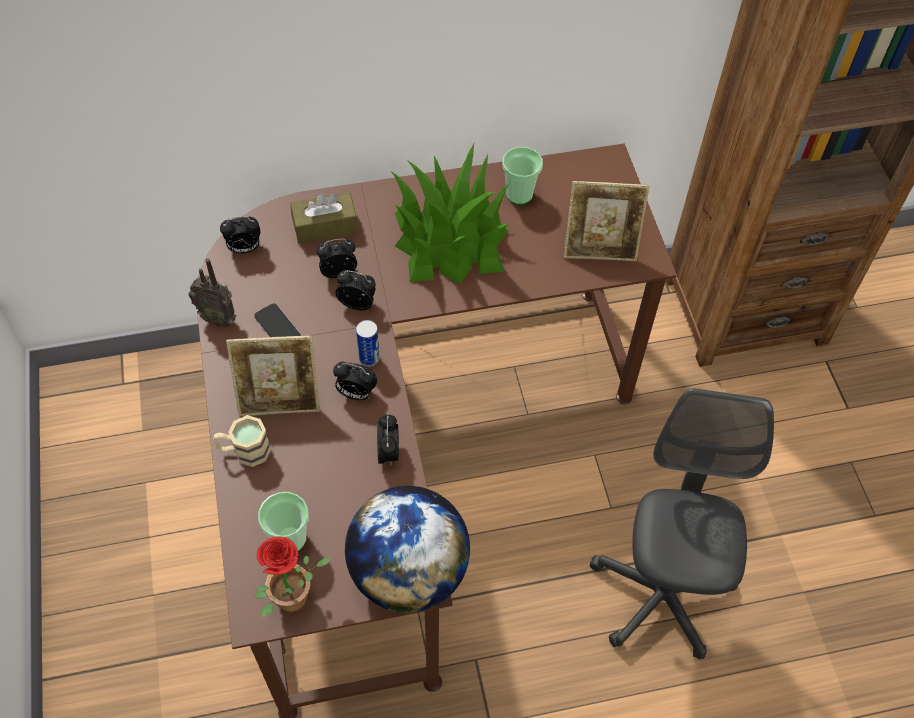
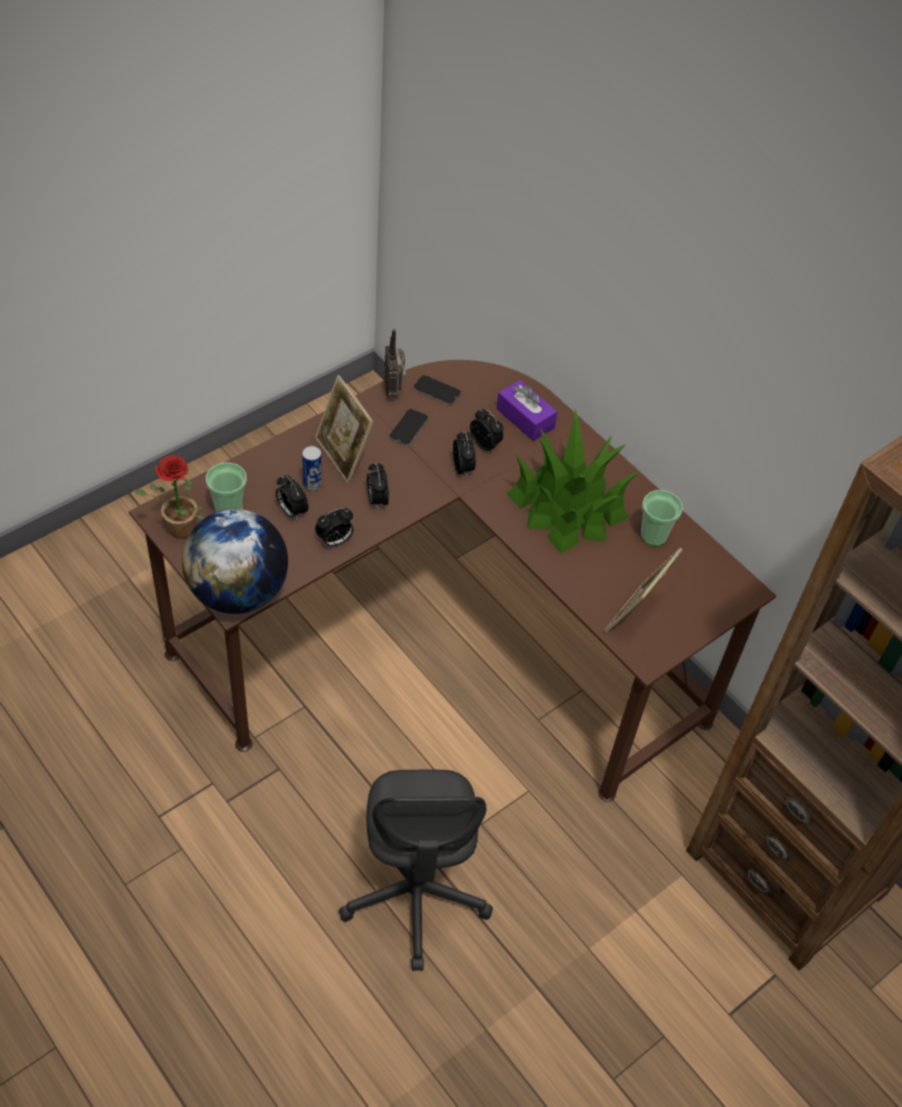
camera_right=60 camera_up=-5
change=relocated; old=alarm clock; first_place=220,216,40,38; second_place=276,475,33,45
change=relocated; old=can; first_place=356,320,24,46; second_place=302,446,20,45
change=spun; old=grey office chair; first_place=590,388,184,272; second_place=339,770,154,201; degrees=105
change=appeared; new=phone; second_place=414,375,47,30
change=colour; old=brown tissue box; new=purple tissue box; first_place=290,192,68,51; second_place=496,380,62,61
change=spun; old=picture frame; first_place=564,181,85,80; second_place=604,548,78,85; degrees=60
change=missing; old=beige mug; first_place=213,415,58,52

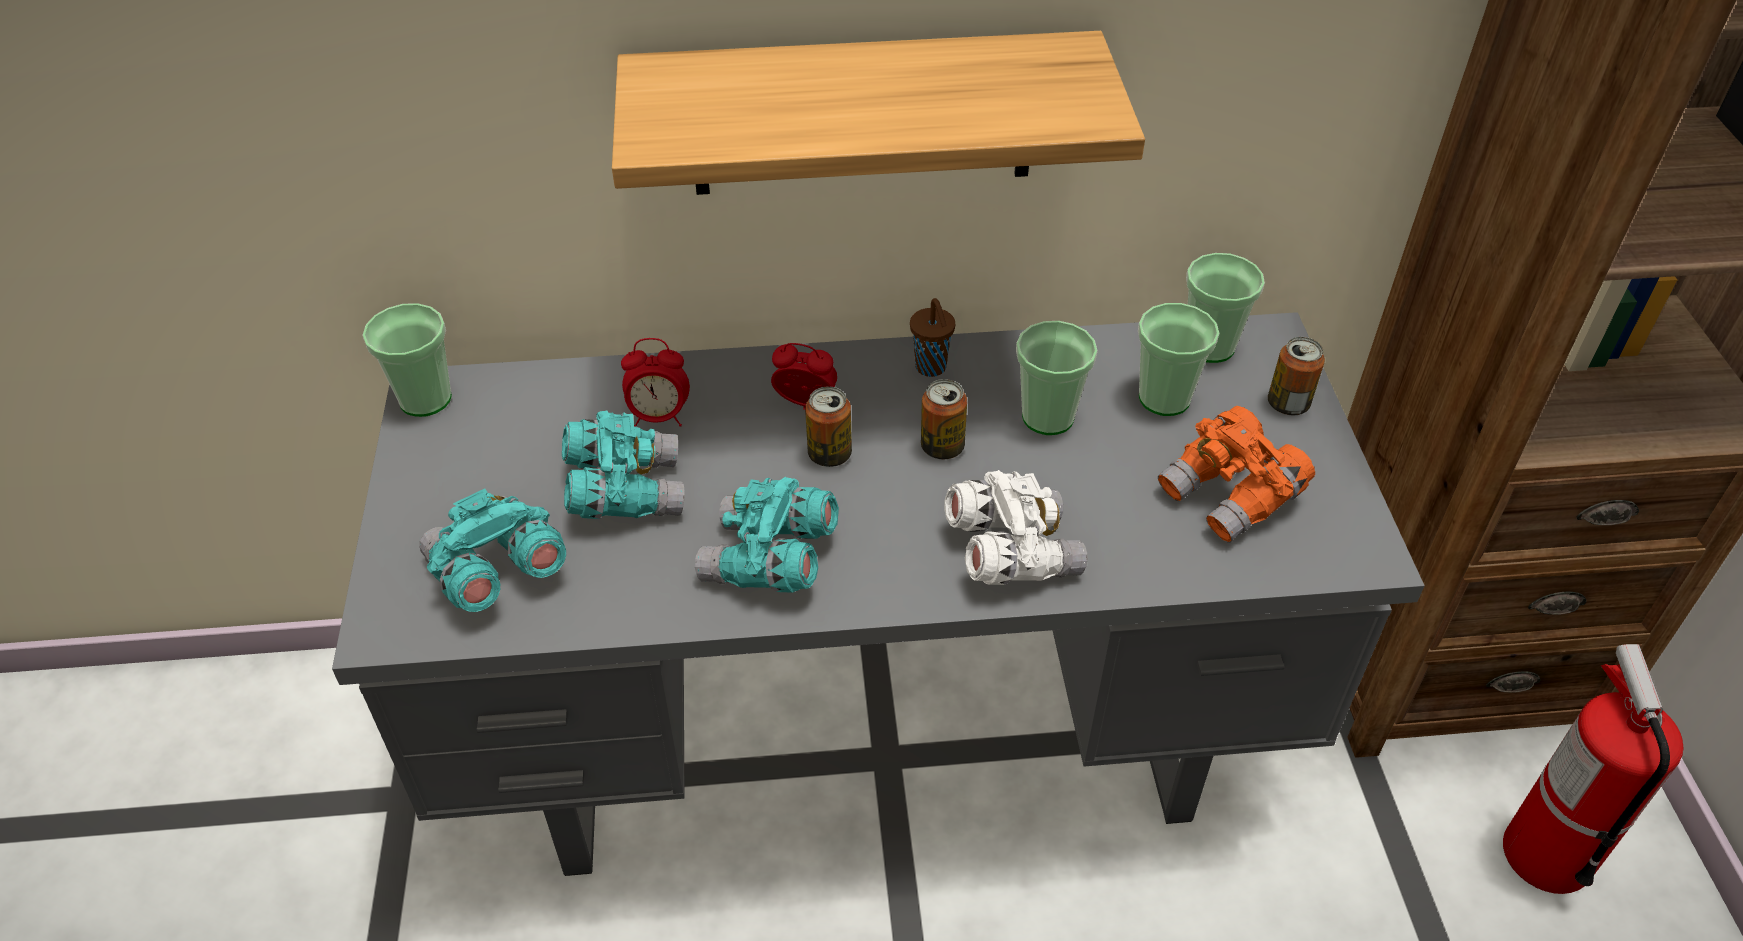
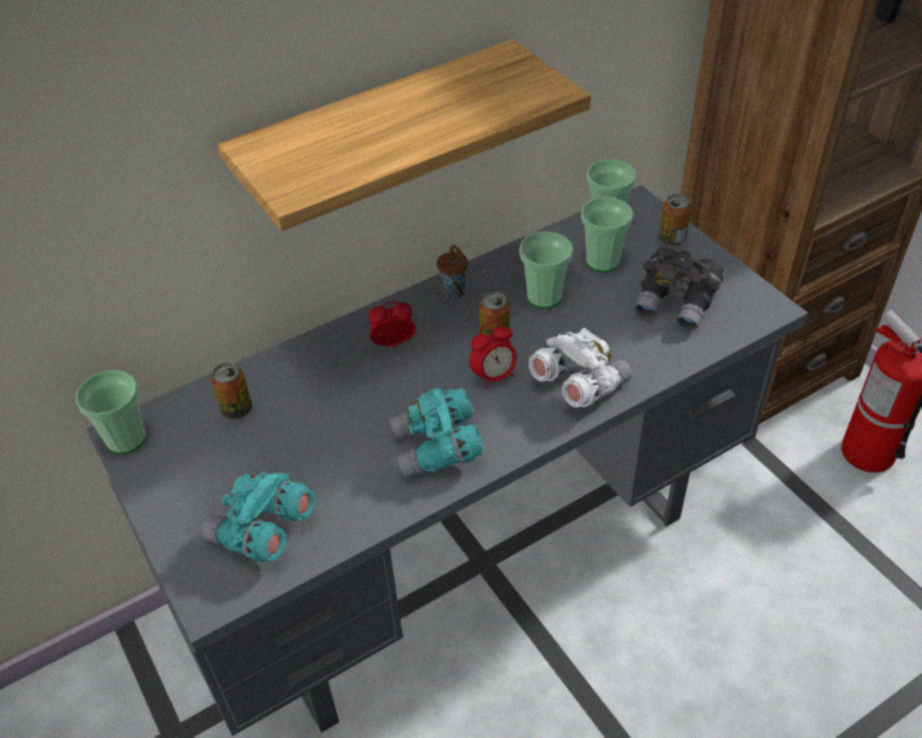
camera_right=-25 camera_up=0
change=relocated; old=can; first_place=805,386,47,81; second_place=211,363,41,56
change=relocated; old=alarm clock; first_place=621,338,69,89; second_place=469,321,48,68
change=colour; old=orange binoculars; new=grey binoculars; first_place=1158,406,157,137; second_place=635,247,89,83
change=missing; old=turquoise binoculars; first_place=562,410,123,109

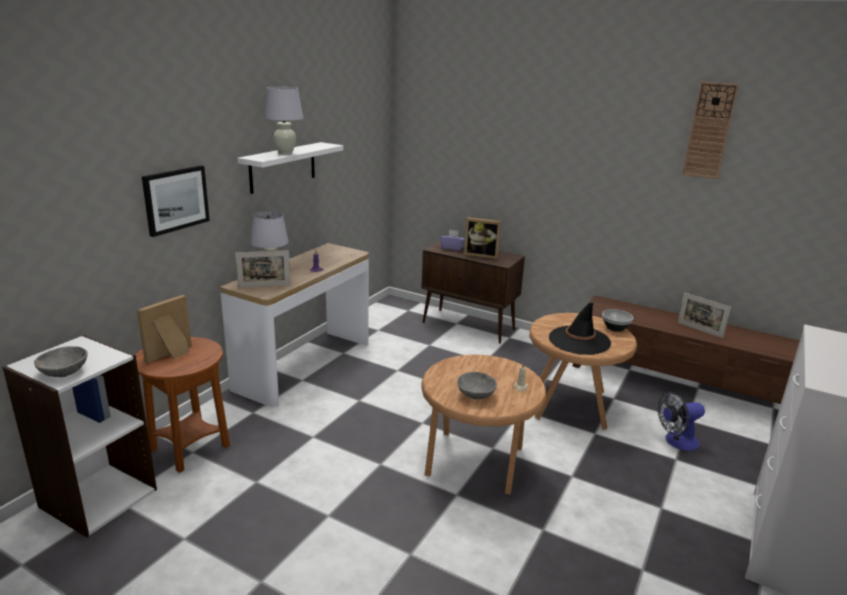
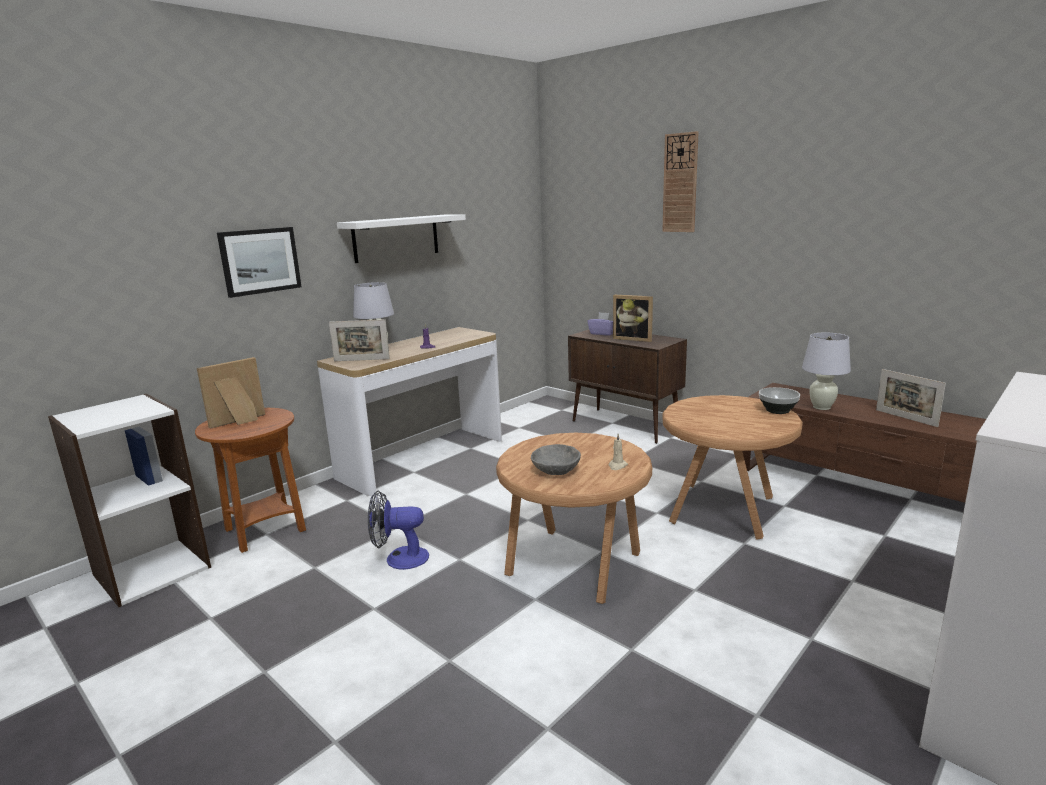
camera_right=15 camera_up=-5
change=relocated; old=fan; first_place=658,391,47,60; second_place=368,491,61,79
change=relocated; old=wall clock; first_place=682,82,57,97; second_place=662,131,37,101
change=relocated; old=white table lamp; first_place=264,87,39,68; second_place=802,333,49,77
change=missing; old=grey bowl; first_place=34,346,54,31
change=missing; old=black hat; first_place=549,303,62,52

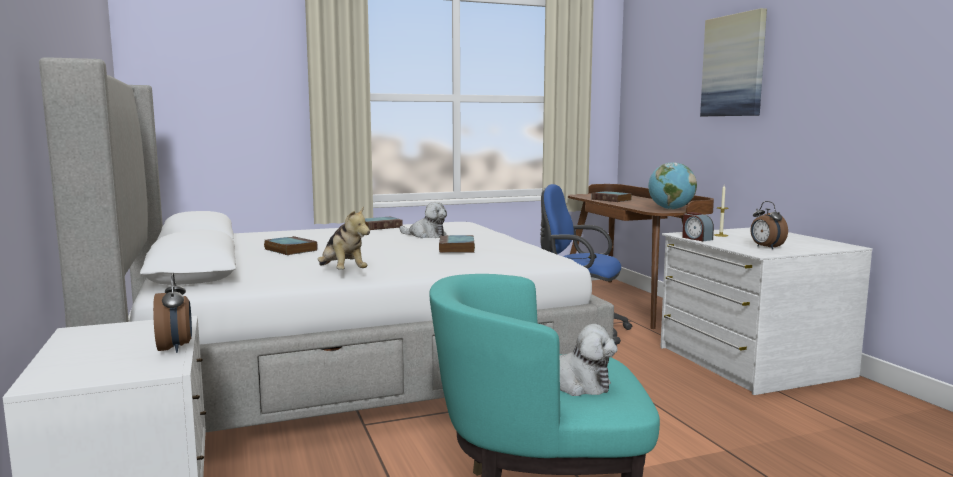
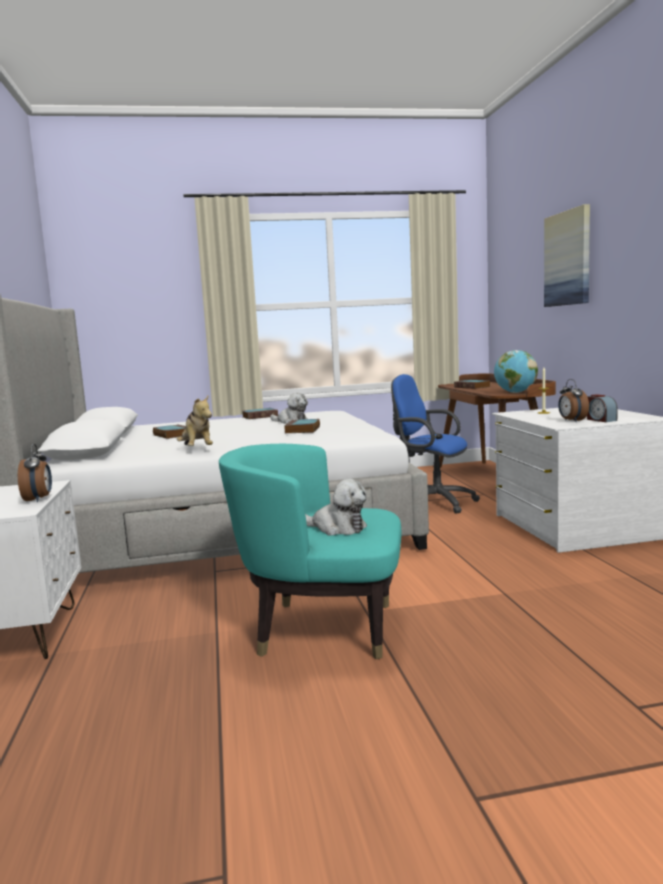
camera_right=10 camera_up=0
change=relocated; old=alarm clock; first_place=682,212,32,29; second_place=587,394,31,28

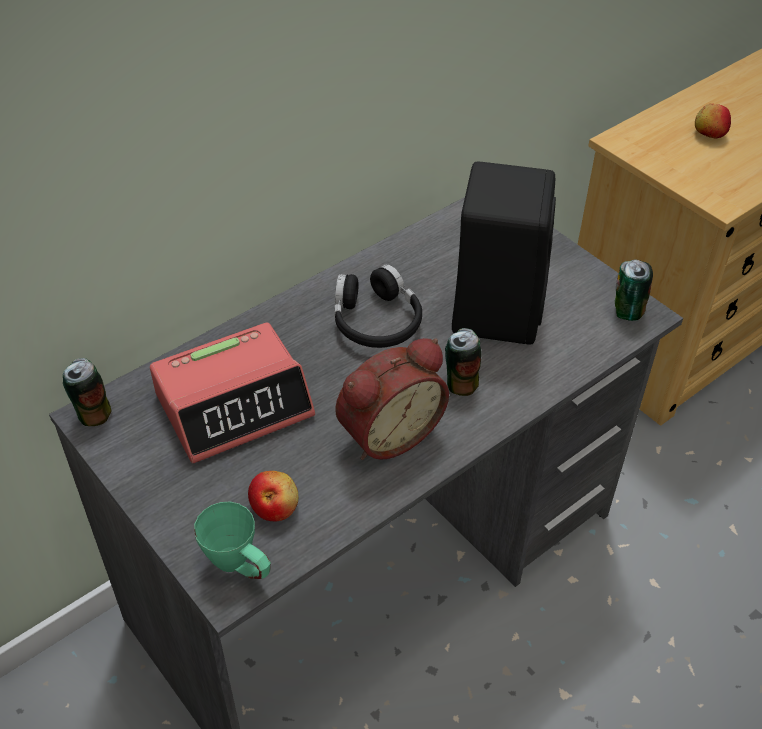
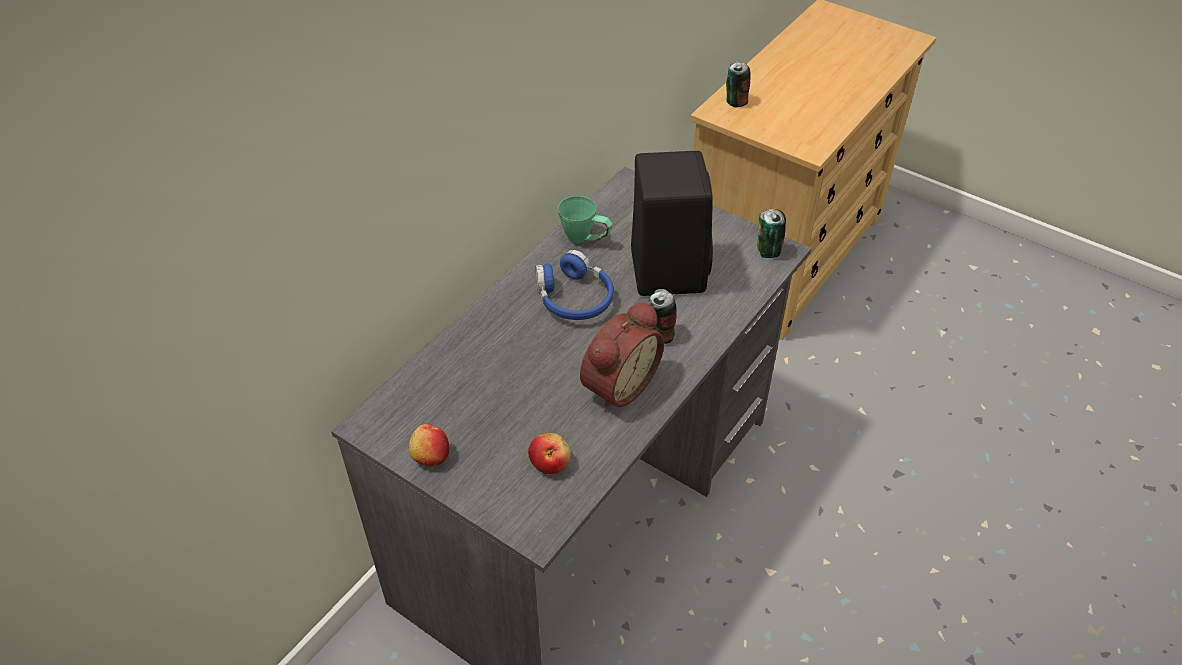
camera_right=-15 camera_up=0
change=relocated; old=apple; first_place=695,103,36,35; second_place=409,424,41,42
change=colour; old=black headphones; new=blue headphones; first_place=334,264,88,84; second_place=536,250,78,70
change=relocated; old=green mug; first_place=194,502,77,77; second_place=558,196,54,48
change=relocated; old=can; first_place=63,358,48,68; second_place=726,61,24,46
change=missing; old=alarm clock; first_place=150,322,165,142

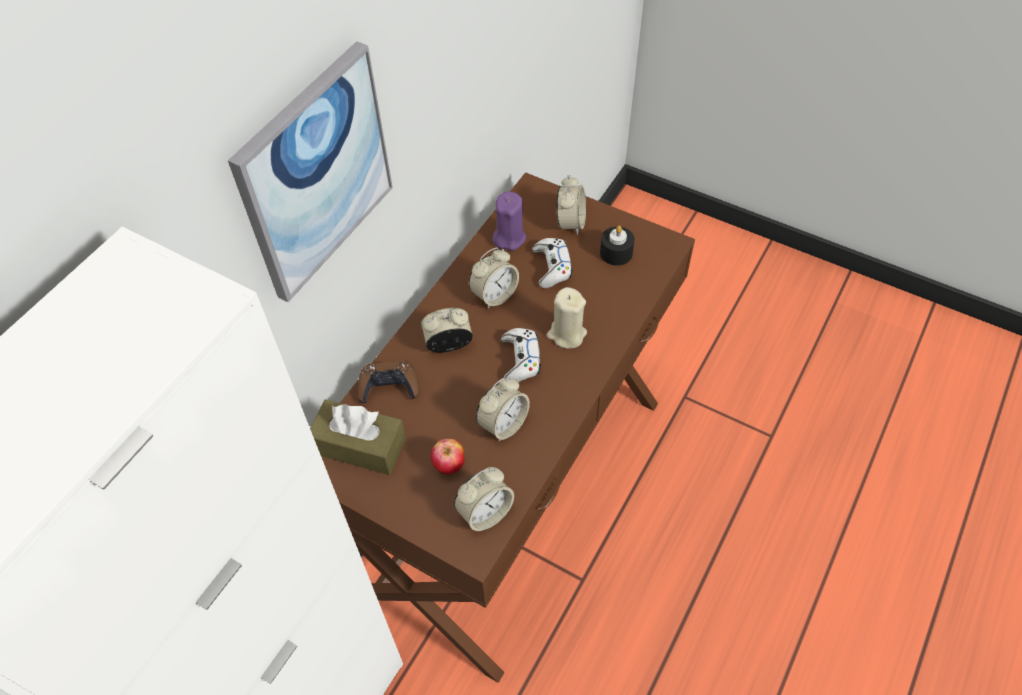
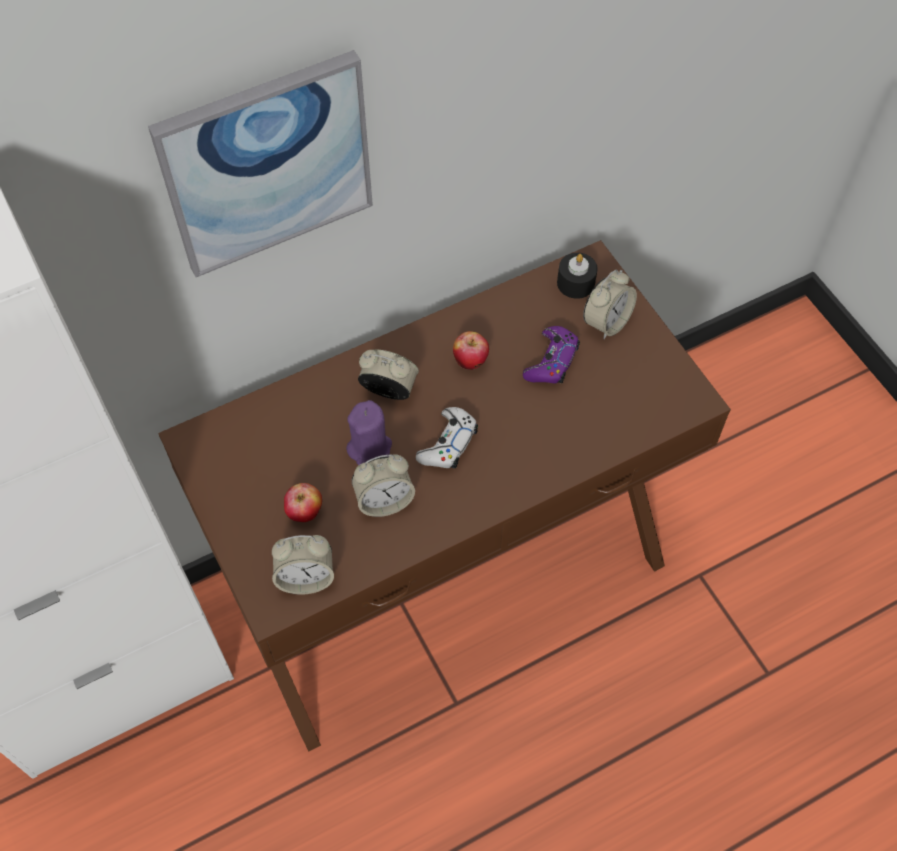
camera_right=30 camera_up=5
change=relocated; old=purple candle; first_place=493,192,33,58; second_place=346,400,46,66
change=exchanged; old=alarm clock; new=apple; first_place=469,247,50,62; second_place=453,331,36,39
change=colour; old=white game controller; new=purple game controller; first_place=532,238,41,50; second_place=523,326,57,57
change=relocated; old=black candle; first_place=600,226,35,40; second_place=557,253,41,46
change=missing; old=brown tissue box; first_place=310,399,96,76
change=missing; old=brown game controller; first_place=357,361,62,43
change=missing; old=beige candle; first_place=547,287,40,62

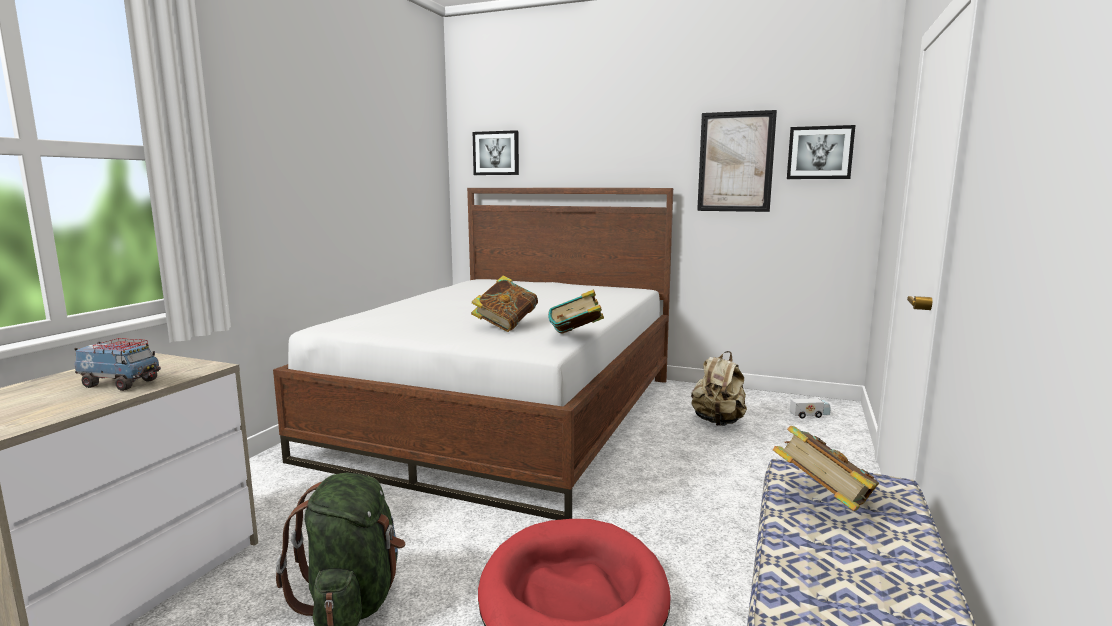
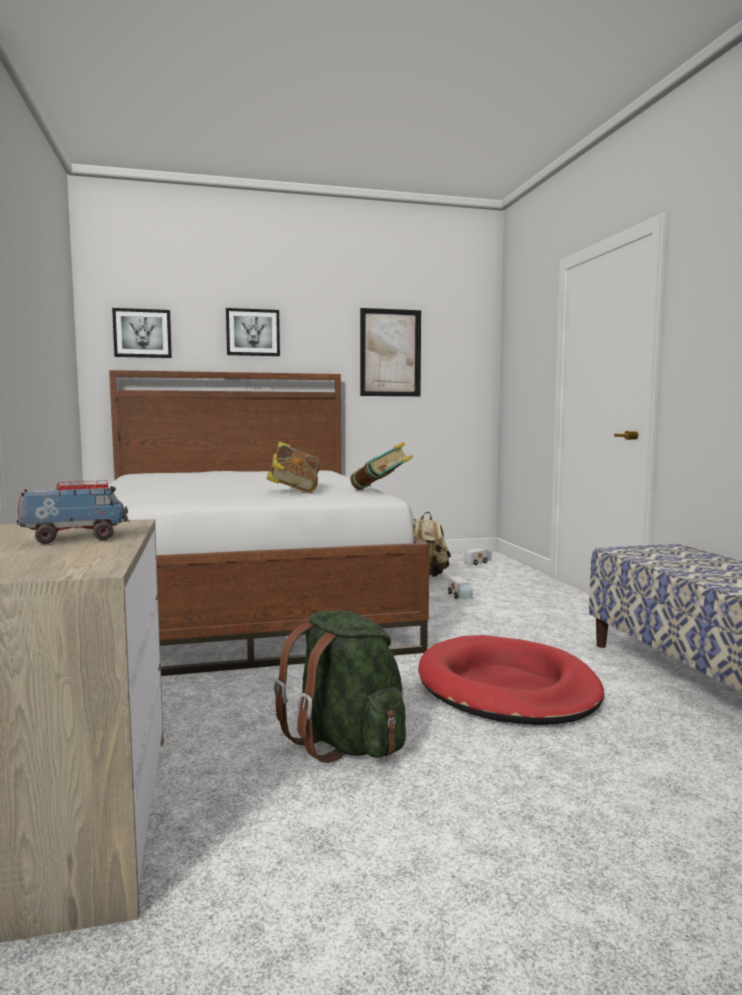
camera_right=-35 camera_up=-5
change=relocated; old=picture; first_place=787,125,68,54; second_place=226,308,54,48
change=appeared; new=toy truck; second_place=448,576,25,23
change=missing; old=book; first_place=773,426,106,85

